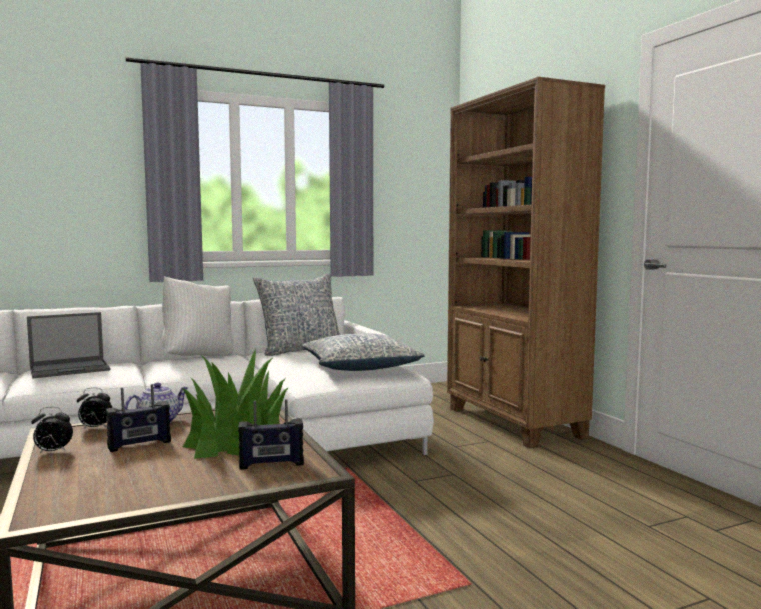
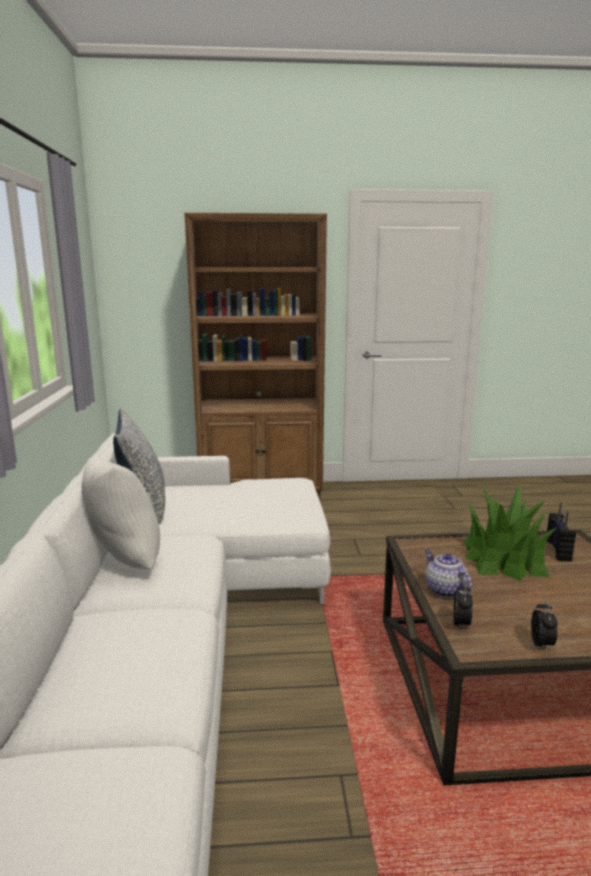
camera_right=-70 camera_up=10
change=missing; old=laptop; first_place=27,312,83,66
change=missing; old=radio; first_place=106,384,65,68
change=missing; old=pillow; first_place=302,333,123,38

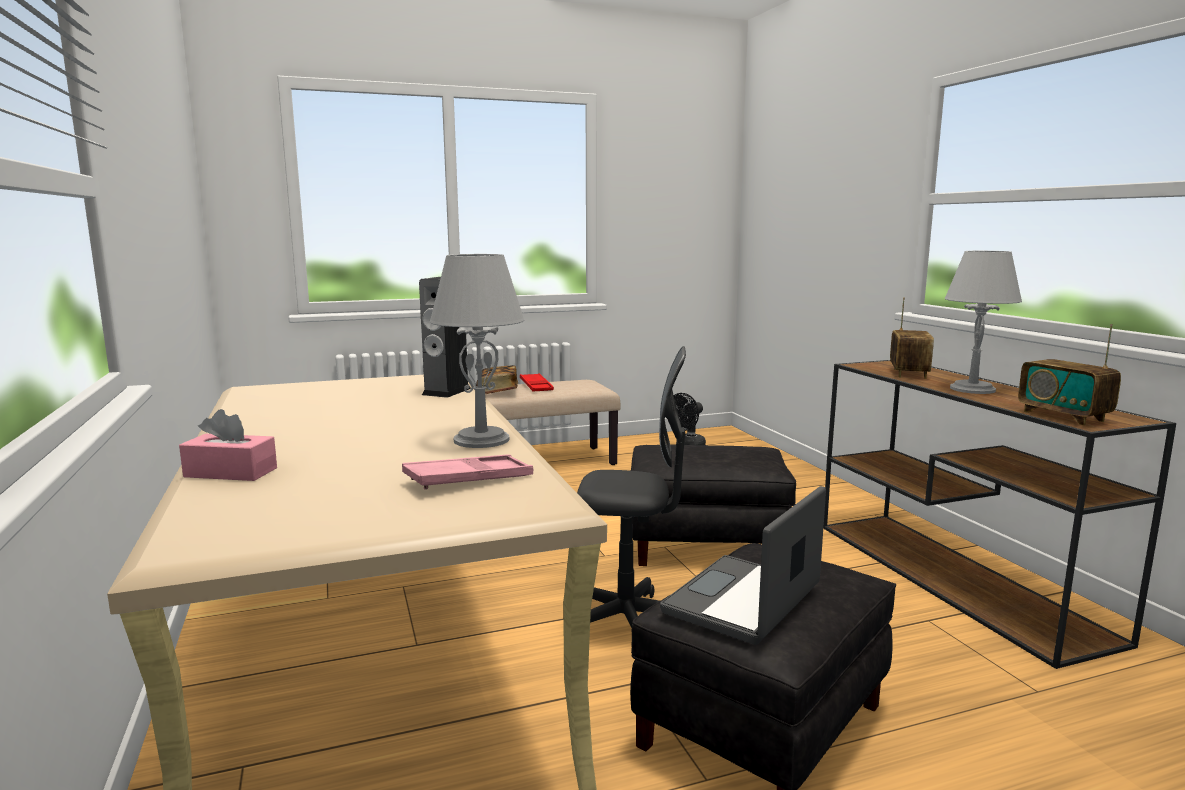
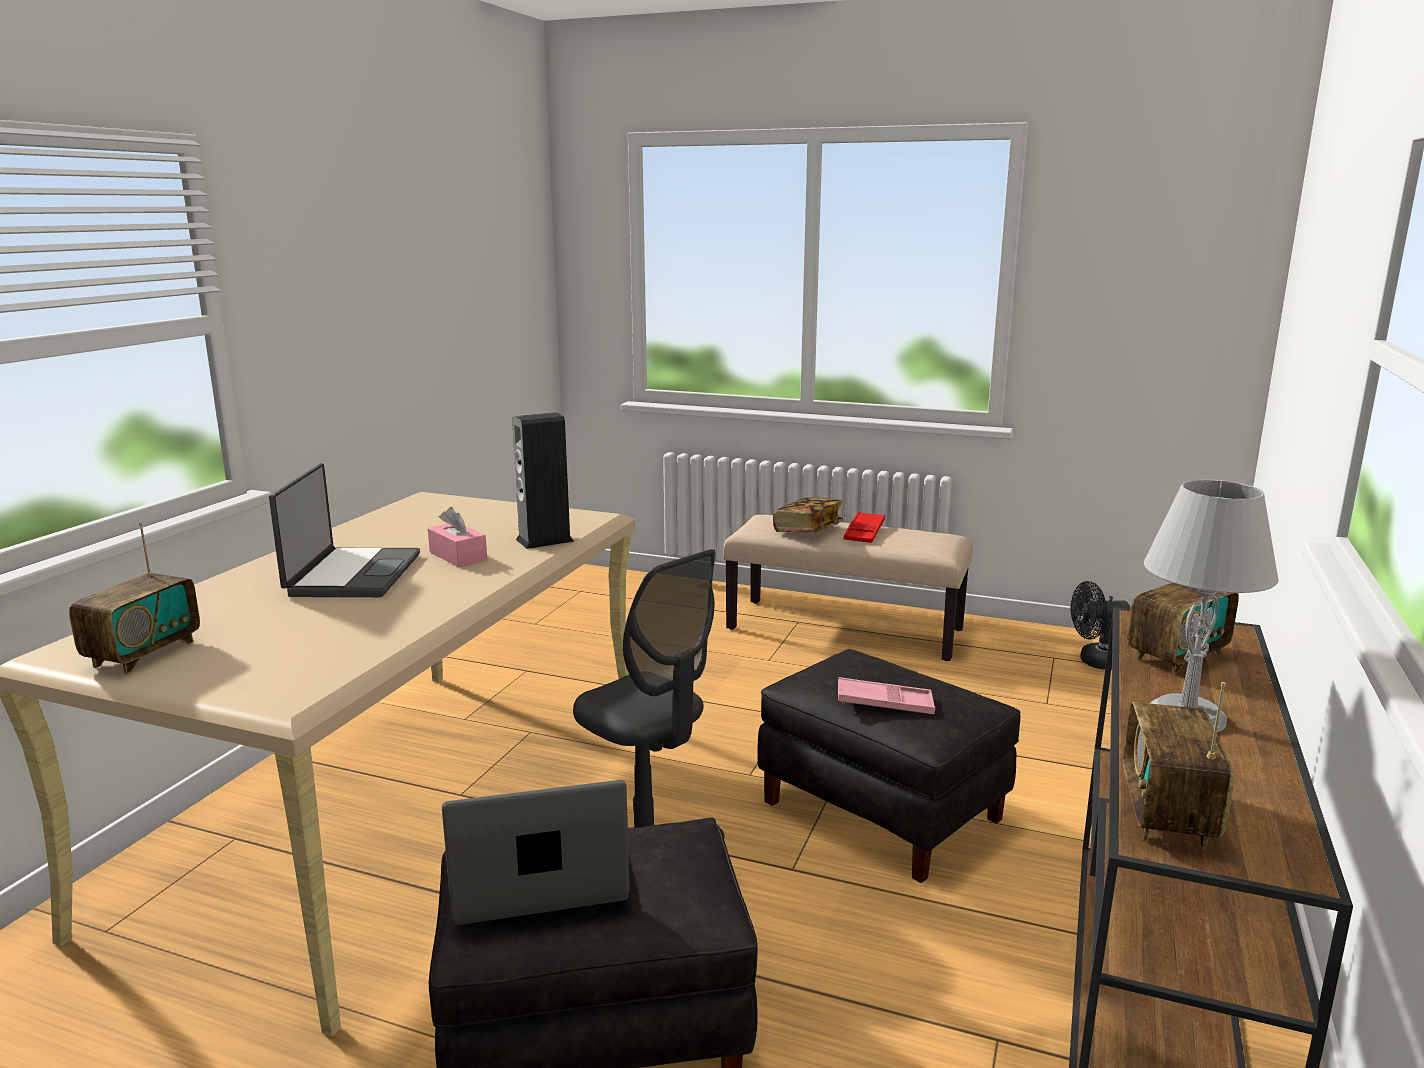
camera_right=40 camera_up=5
change=appeared; new=radio; second_place=69,522,131,152
change=appeared; new=laptop; second_place=269,463,151,134
change=relocated; old=pink tissue box; first_place=179,409,98,72; second_place=428,507,59,60
change=relocated; old=pink tray; first_place=402,454,131,35; second_place=838,677,97,37
change=missing; old=grey table lamp; first_place=430,254,94,194

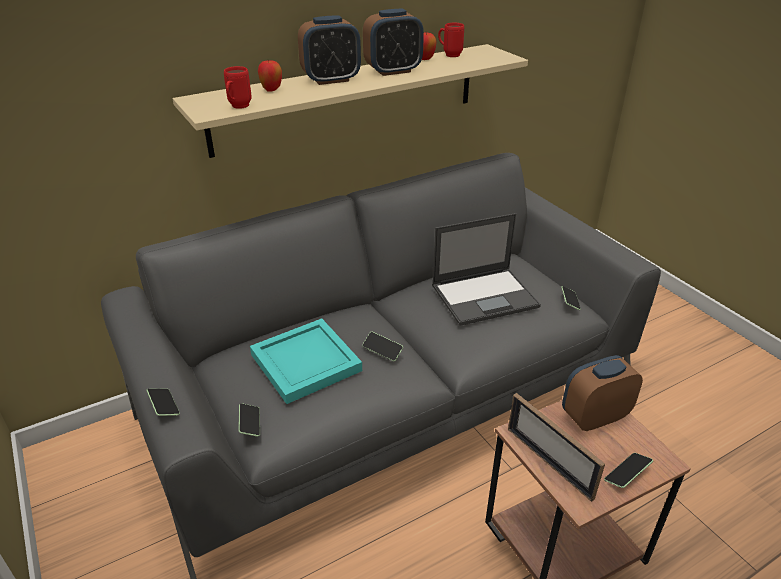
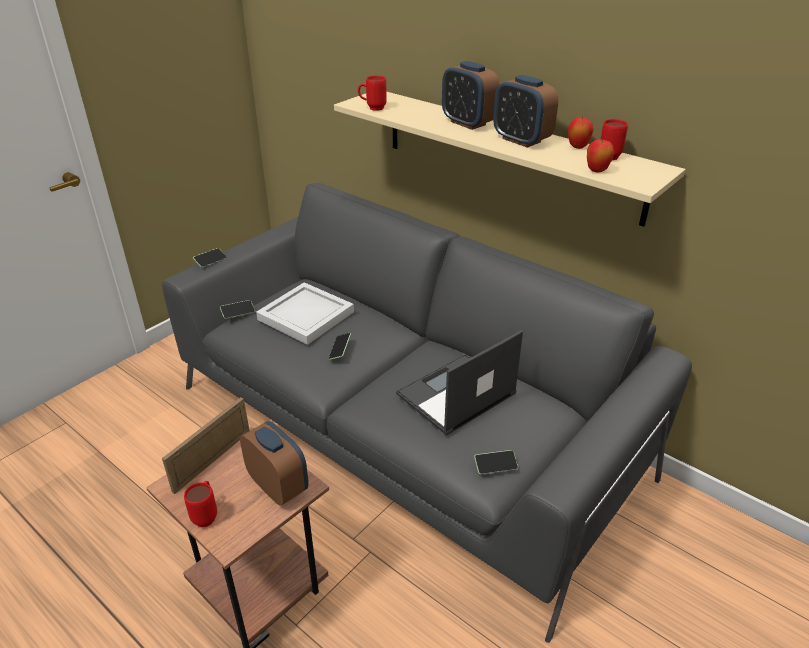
camera_right=70 camera_up=0
change=exchanged; old=phone; new=red mug; first_place=604,453,49,35; second_place=184,481,33,46
change=colour; old=turquoise tray; new=white tray; first_place=250,318,112,86; second_place=256,282,98,63
change=spun; old=laptop; first_place=432,213,109,113; second_place=396,330,127,106; degrees=90
change=relocated; old=apple; first_place=258,60,24,32; second_place=587,138,27,35

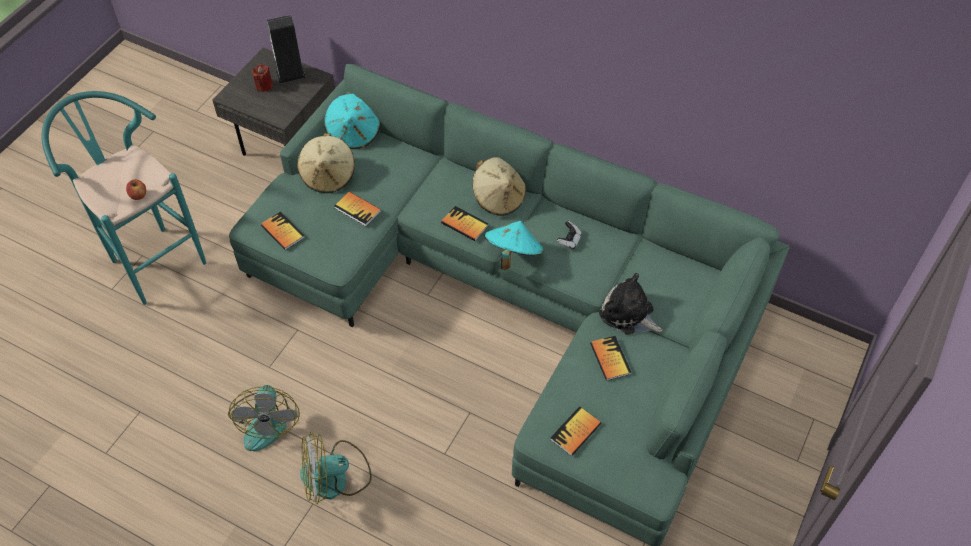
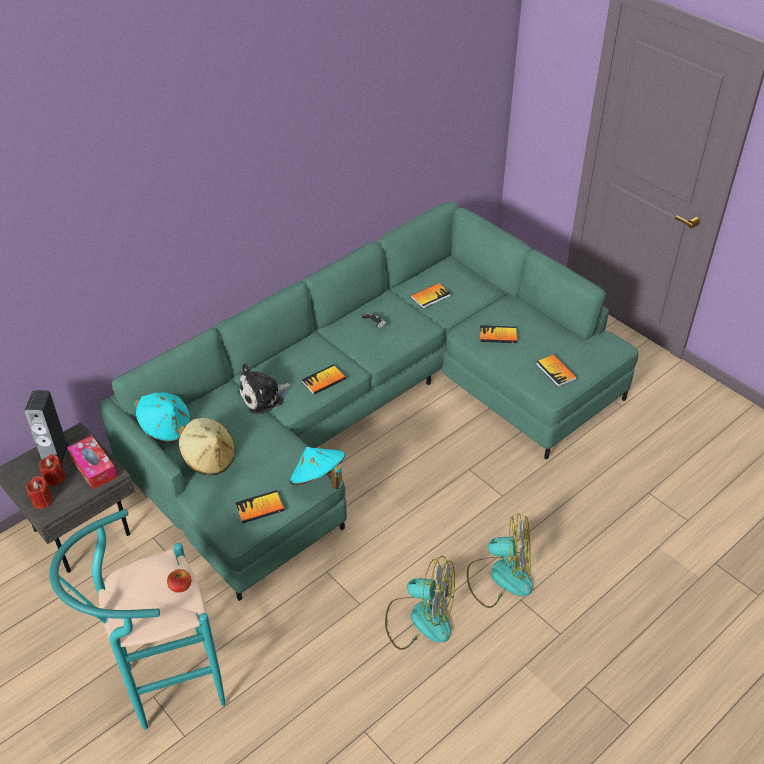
camera_right=-70 camera_up=-10
change=appeared; new=red candle; second_place=26,476,27,33
change=appeared; new=tissue box; second_place=67,436,50,54
change=relocated; old=plush toy; first_place=599,273,63,62; second_place=238,363,53,51
change=relocated; old=turquoise hat; first_place=485,221,59,49; second_place=290,447,55,42
change=relocated; old=book; first_place=335,191,46,35; second_place=411,283,40,25
change=spun; old=fan; first_place=300,432,72,72; second_place=467,513,66,95; degrees=-90
change=missing; old=beige hat; first_place=472,157,54,59

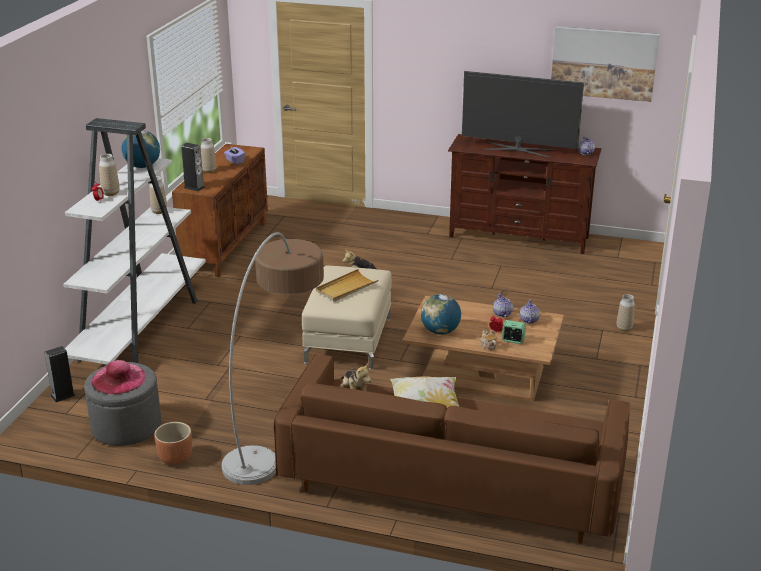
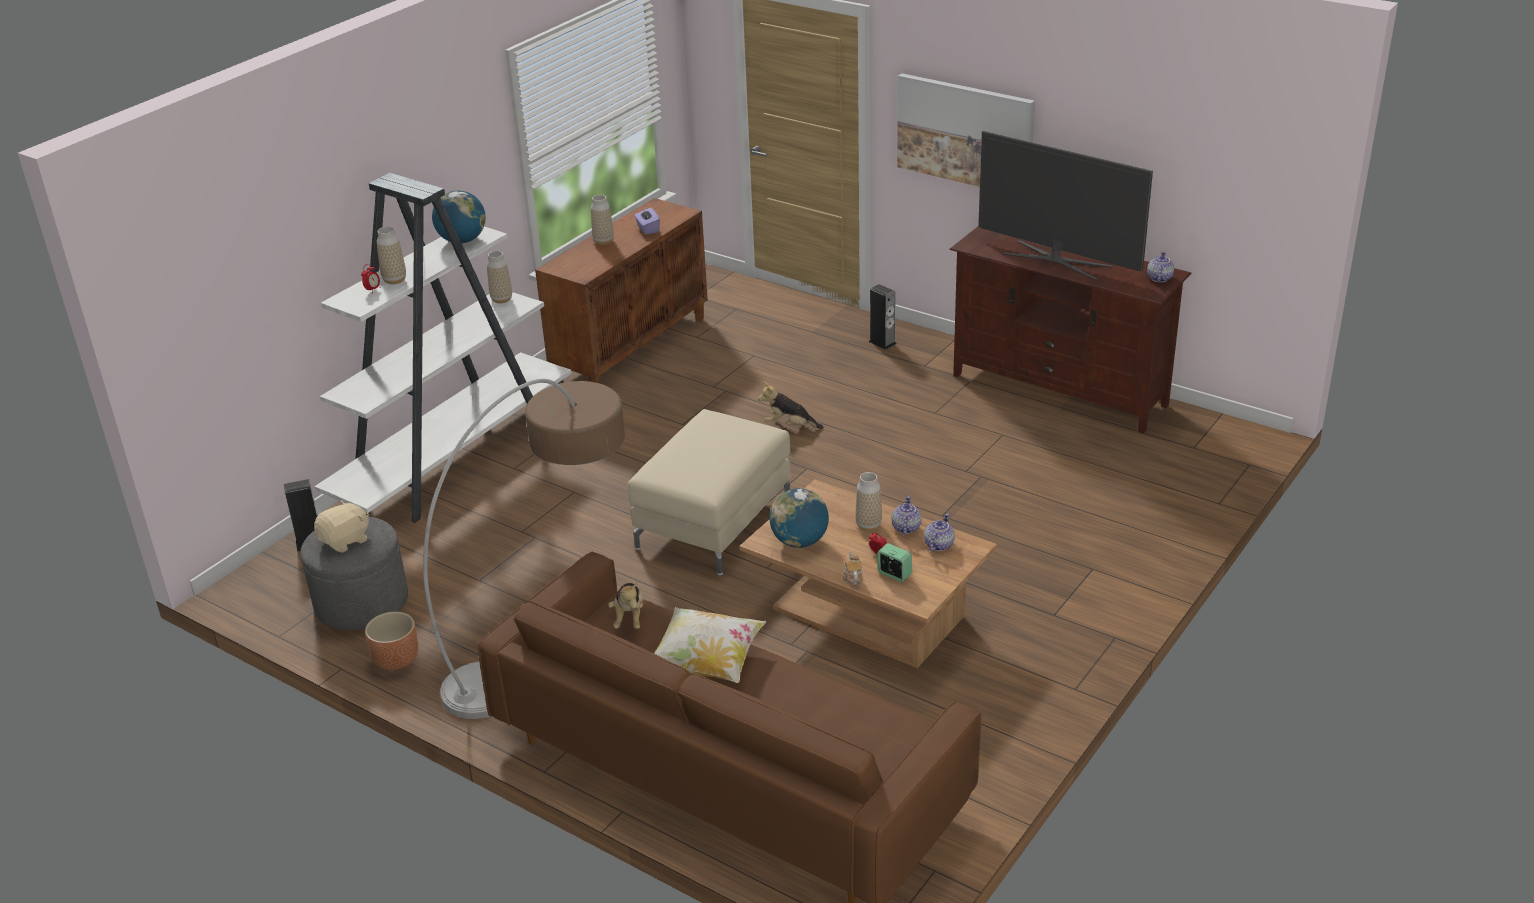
camera_right=20 camera_up=5
change=exchanged; old=pink hat; new=beige plush toy; first_place=92,360,54,34; second_place=314,500,55,53
change=relocated; old=vase; first_place=616,294,19,38; second_place=855,472,27,59
change=relocated; old=speaker; first_place=181,143,24,48; second_place=869,284,27,66
change=relocated; old=picture; first_place=551,26,109,76; second_place=897,73,138,114
change=missing; old=beige tray; first_place=316,269,62,33

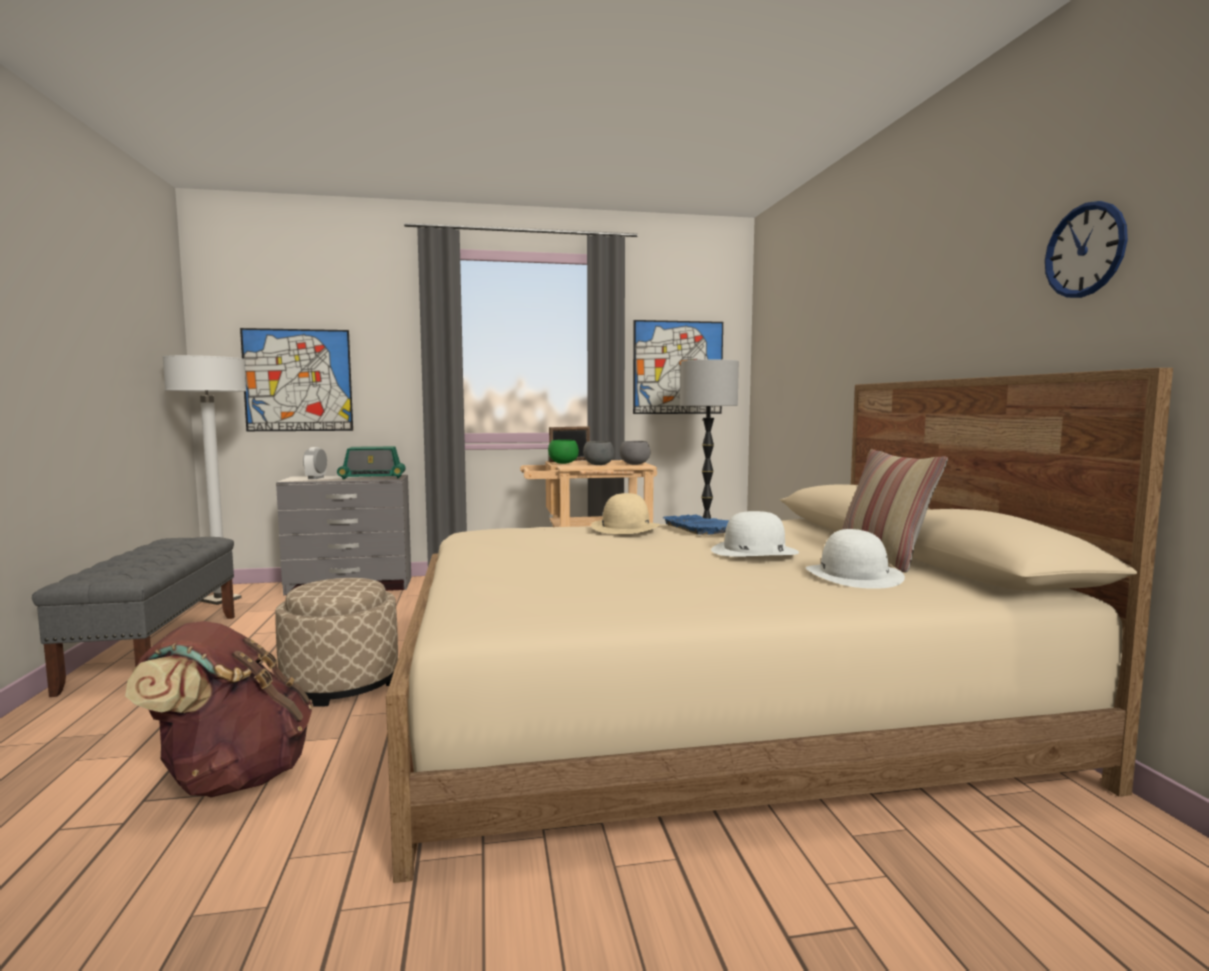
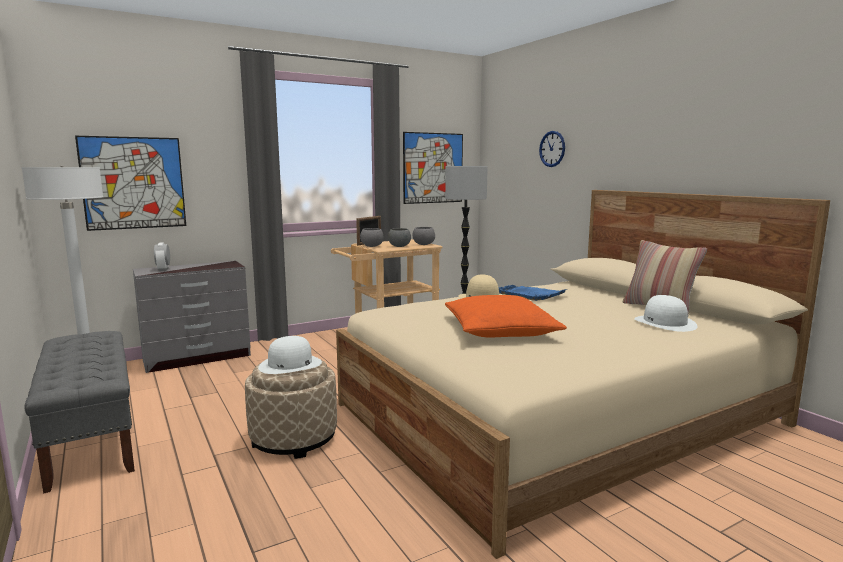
camera_right=-20 camera_up=5
change=relocated; old=white hat; first_place=711,511,88,46; second_place=258,336,64,38
change=colour; old=green bowl; new=grey bowl; first_place=548,440,31,24; second_place=360,228,24,19
change=appeared; new=orange pillow; second_place=445,295,122,42
change=relocated; old=wall clock; first_place=1045,201,83,97; second_place=539,131,26,36
change=missing; old=brown backpack; first_place=125,621,187,176
change=missing; old=radio; first_place=337,446,69,34

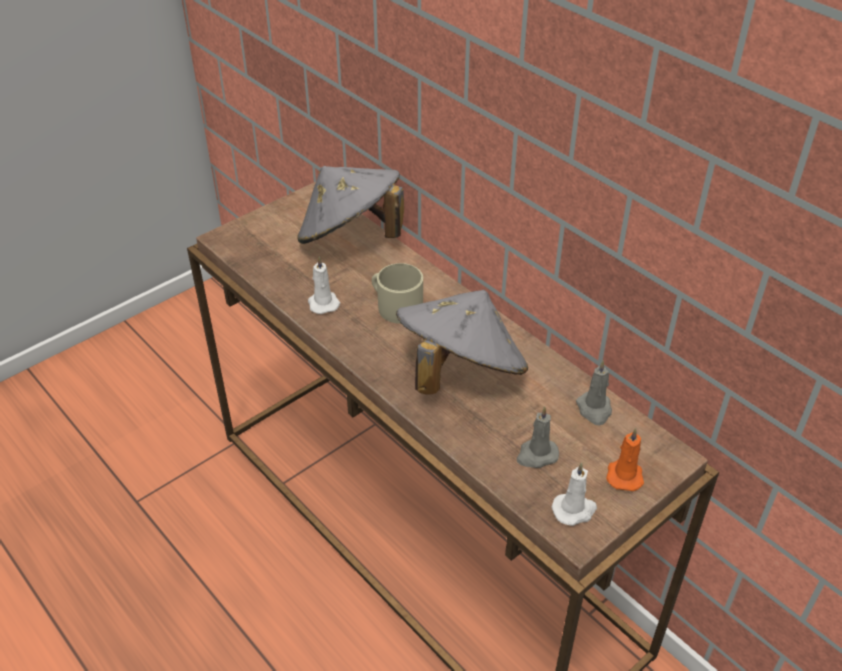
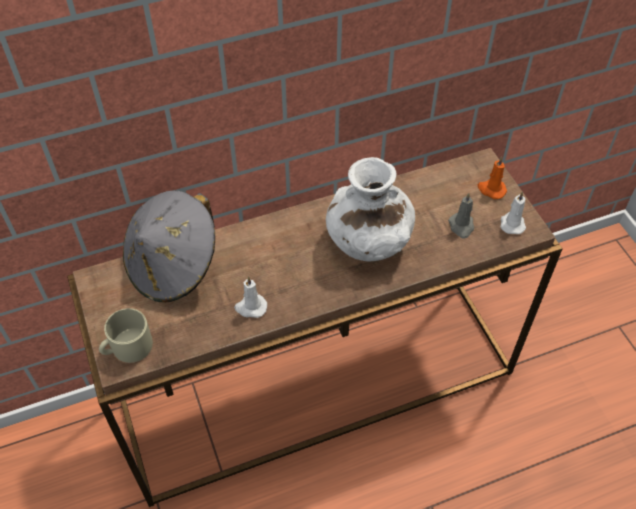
camera_right=-70 camera_up=10
change=relocated; old=beige mug; first_place=372,263,51,61; second_place=99,308,54,55
change=exchanged; old=grey hat; new=white vase; first_place=396,290,132,105; second_place=326,157,89,104
change=missing; old=grey candle; first_place=576,360,36,66

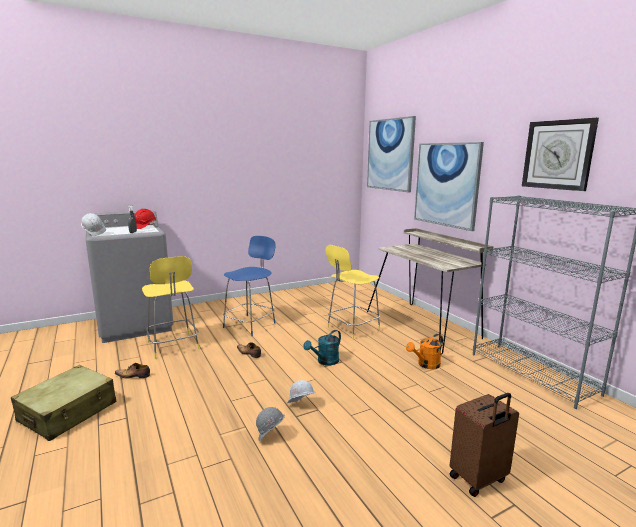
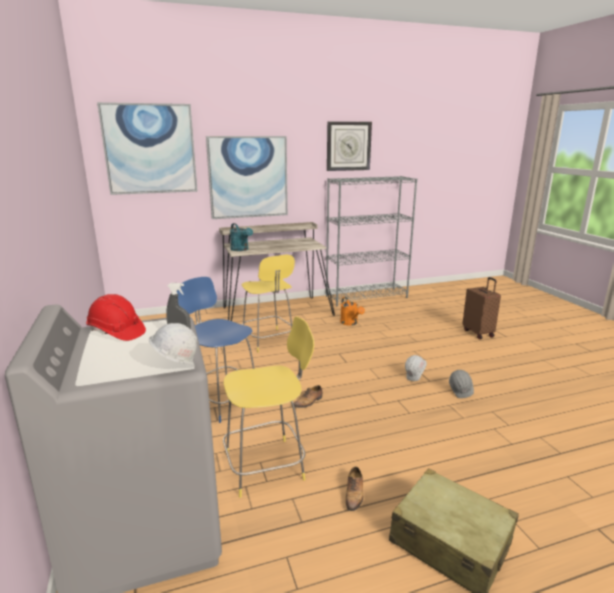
camera_right=-80 camera_up=5
change=relocated; old=turquoise watering can; first_place=303,330,38,35; second_place=230,223,23,28

